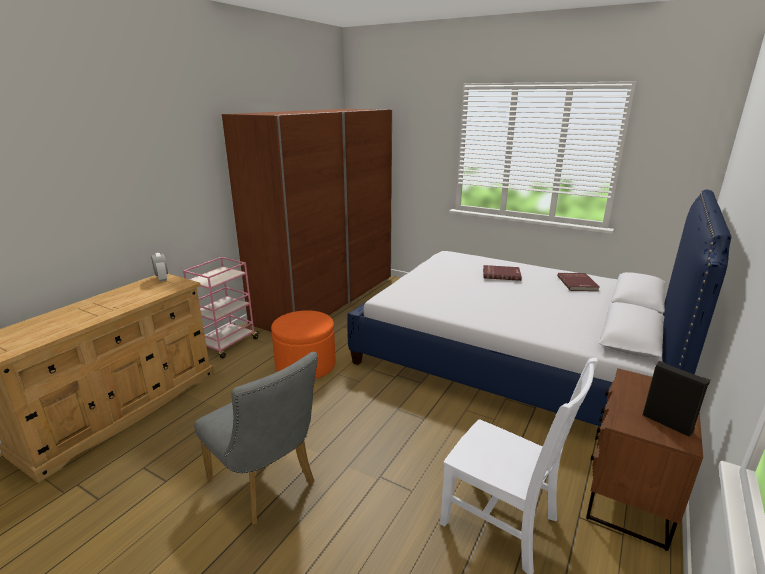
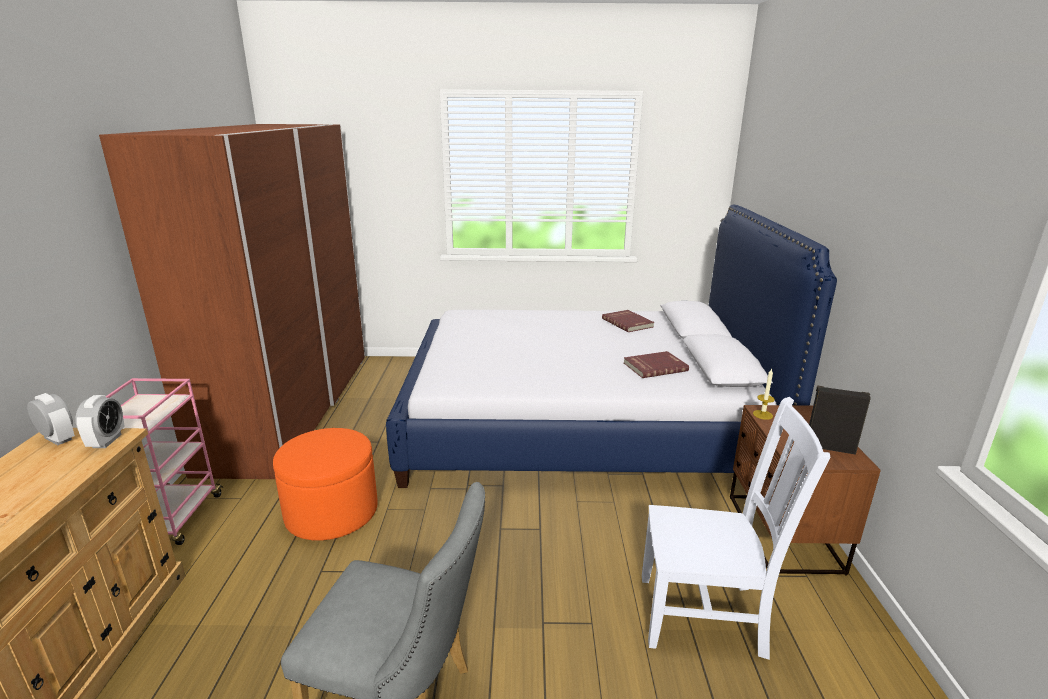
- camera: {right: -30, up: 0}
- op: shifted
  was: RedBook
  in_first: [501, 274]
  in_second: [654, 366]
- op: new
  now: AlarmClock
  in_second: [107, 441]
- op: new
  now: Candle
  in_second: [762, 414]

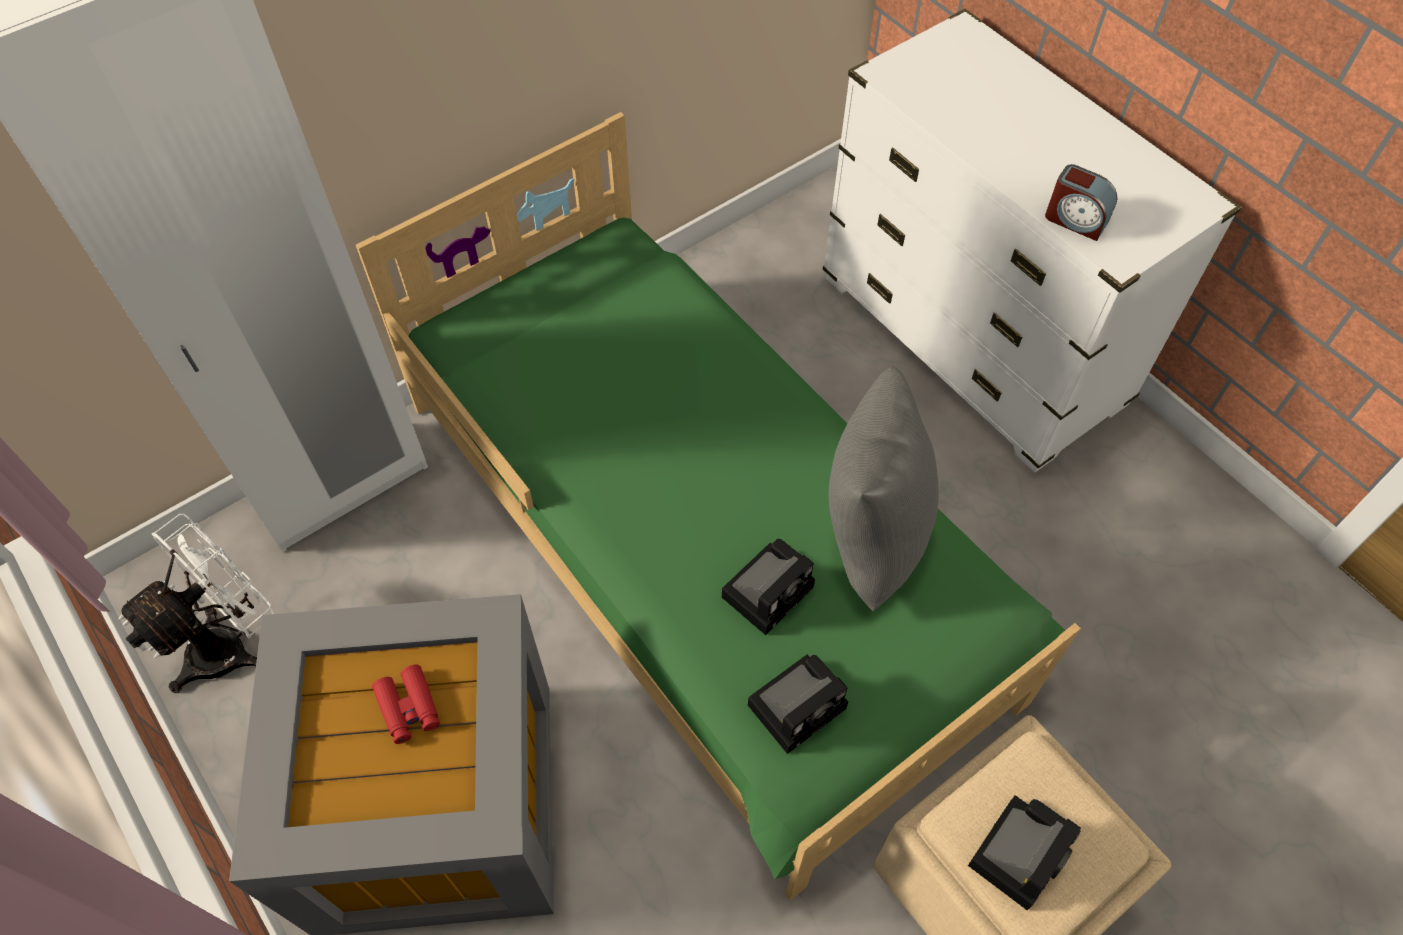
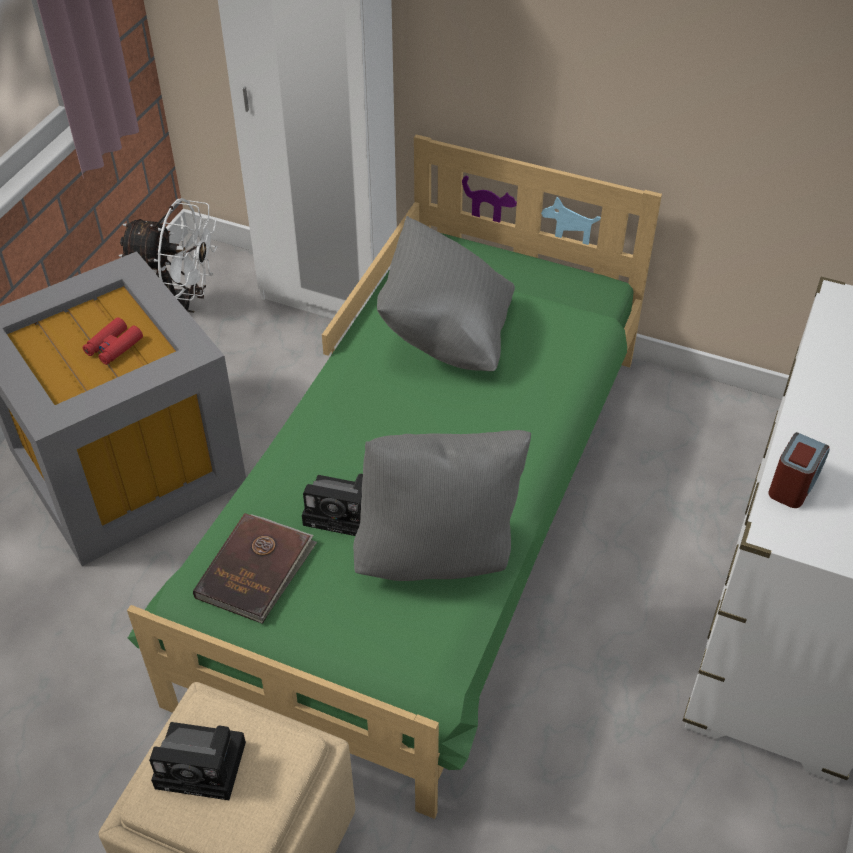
- camera: {right: 60, up: -10}
- op: swapped
  was: PhotoCamera
  now: BrownBook
  in_first: [799, 703]
  in_second: [256, 570]
- op: rotated
  was: AlarmClock
  in_first: [1075, 220]
  in_second: [793, 483]
  clockwise: -150
- op: new
  now: GreyPillow
  in_second: [446, 335]

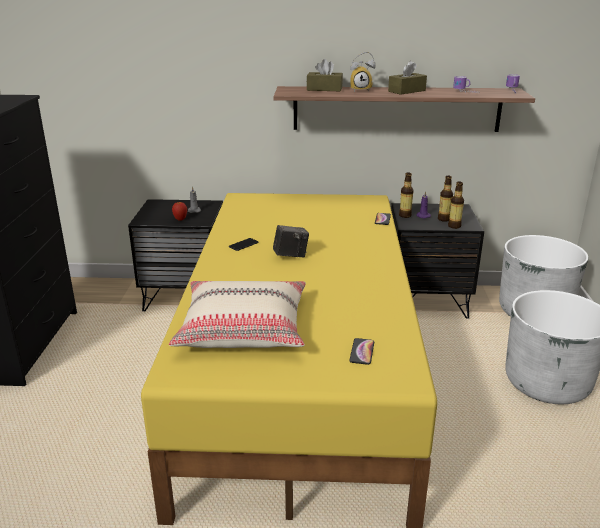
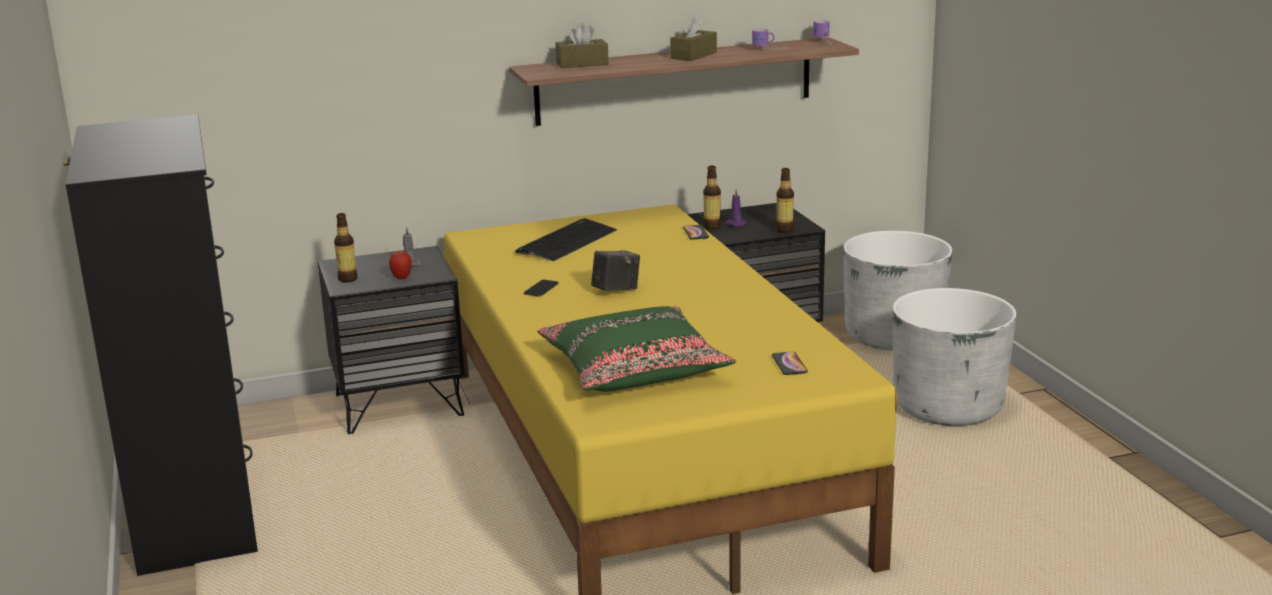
- camera: {right: -20, up: -5}
- op: repainted
  was: BeigePillow
  now: GreenPillow
  in_first: [244, 328]
  in_second: [634, 368]
- op: gone
  was: AlarmClock
  in_first: [361, 90]
- op: shifted
  was: Bottle
  in_first: [443, 219]
  in_second: [348, 279]
- op: new
  now: Keyboard
  in_second: [567, 242]

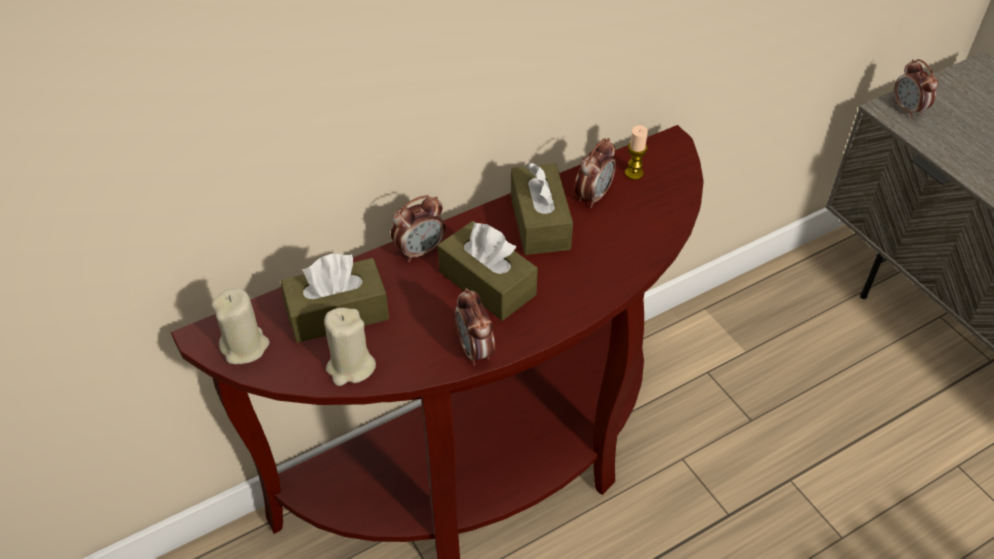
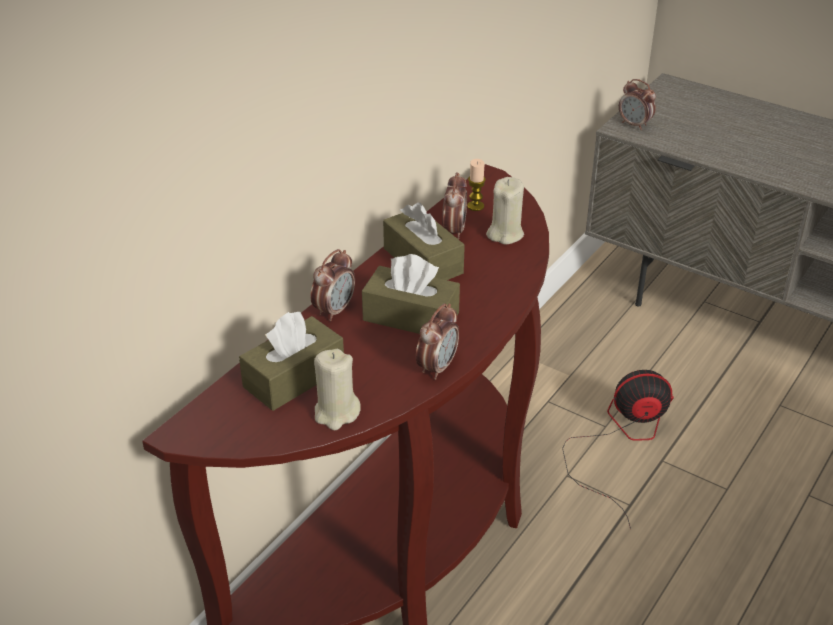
- camera: {right: -25, up: -10}
- op: shifted
  was: BeigeCandle
  in_first: [245, 347]
  in_second: [505, 234]
- op: rotated
  was: AlarmClock
  in_first: [475, 350]
  in_second: [437, 367]
  clockwise: -105
- op: new
  now: Fan
  in_second: [621, 442]

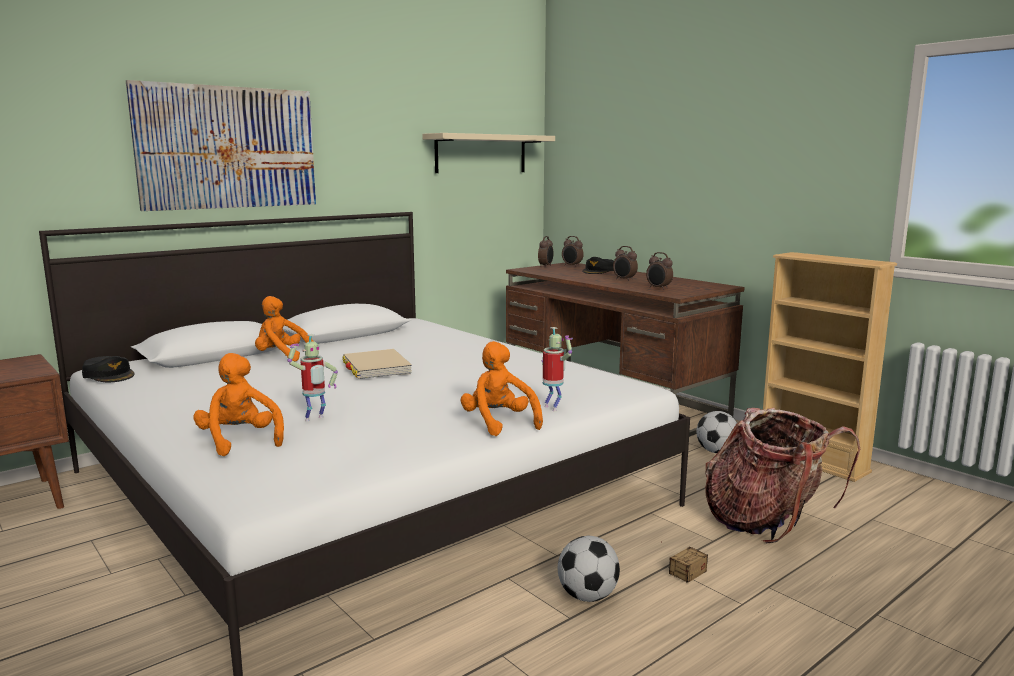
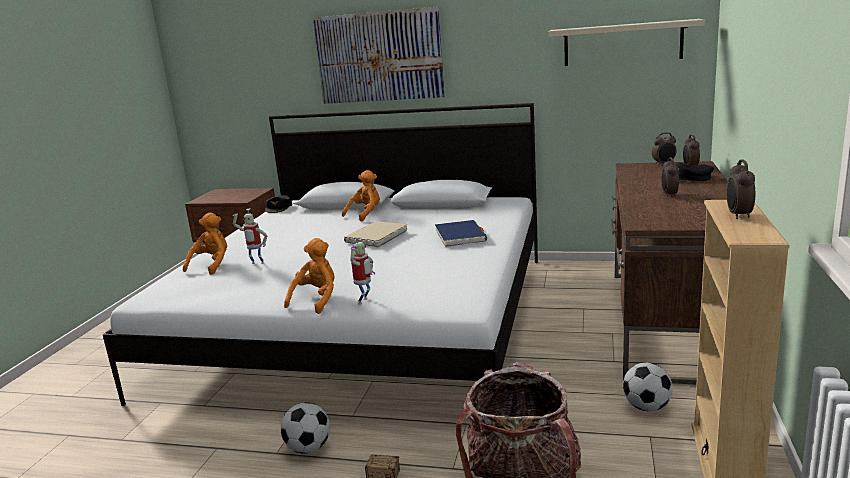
- camera: {right: 55, up: 5}
- op: rotated
  was: OrangePlushToy
  in_first: [282, 356]
  in_second: [365, 214]
  clockwise: 60
- op: shifted
  was: AlarmClock
  in_first: [658, 288]
  in_second: [738, 215]
- op: new
  now: BlueBook
  in_second: [460, 236]

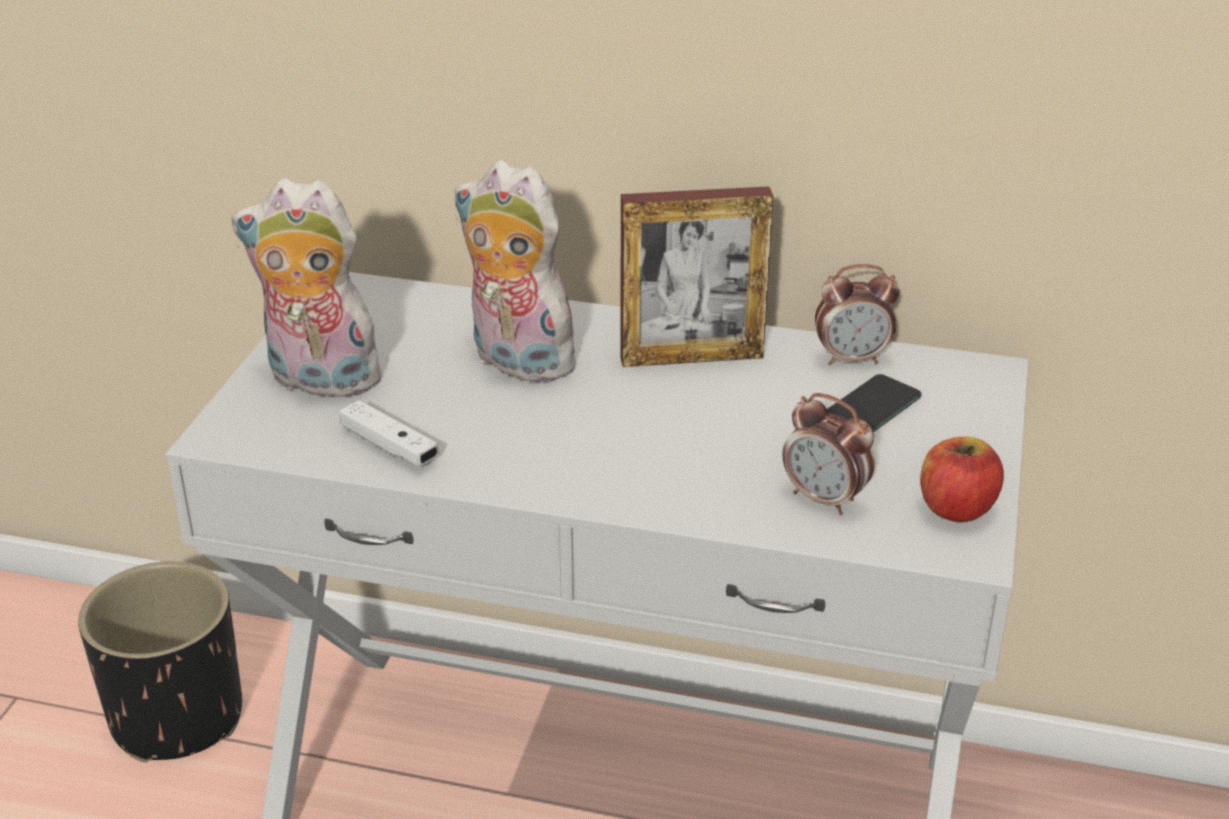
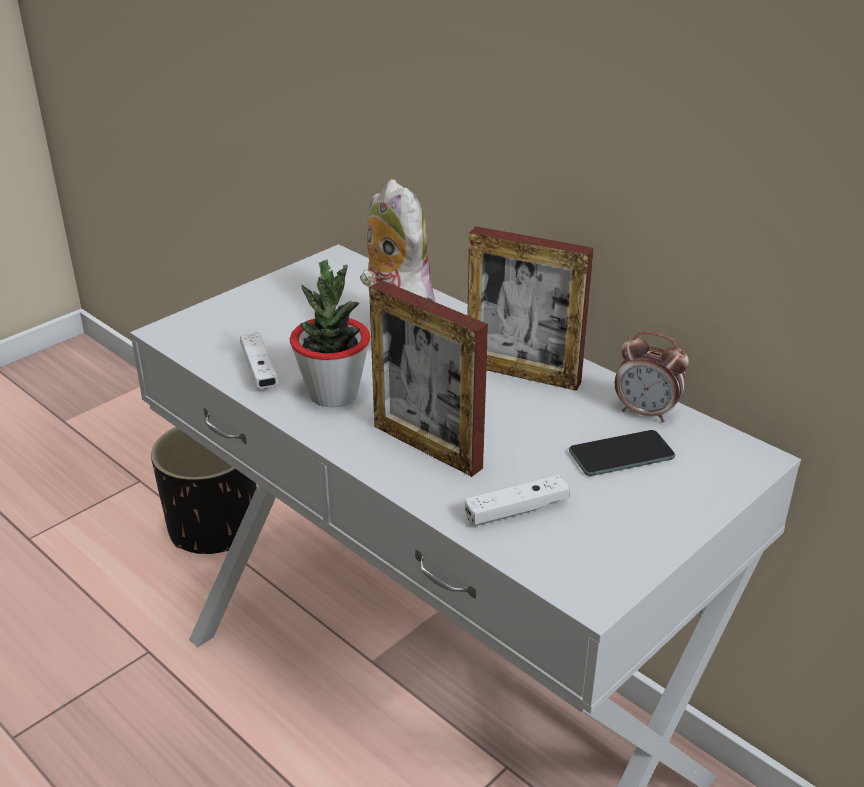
- camera: {right: 30, up: 0}
- op: gone
  was: PlushToy
  in_first: [318, 381]
- op: swapped
  was: AlarmClock
  now: WhiteGameController
  in_first: [825, 499]
  in_second: [516, 510]
- op: gone
  was: Apple
  in_first: [956, 508]
- op: new
  now: PottedPlant
  in_second: [333, 394]
- op: new
  now: PictureFrame
  in_second: [427, 447]

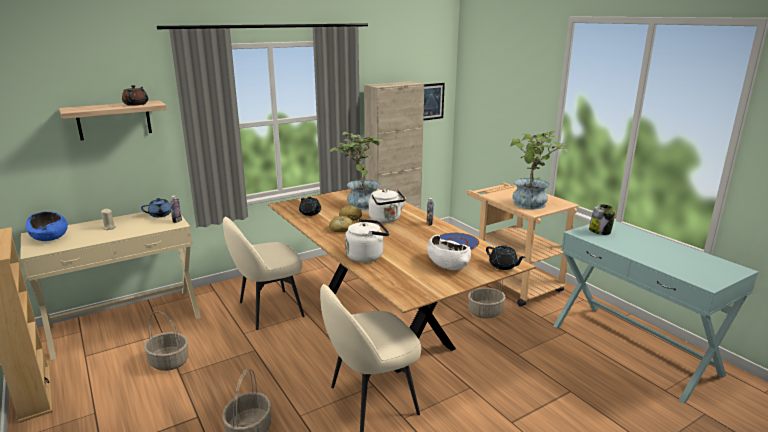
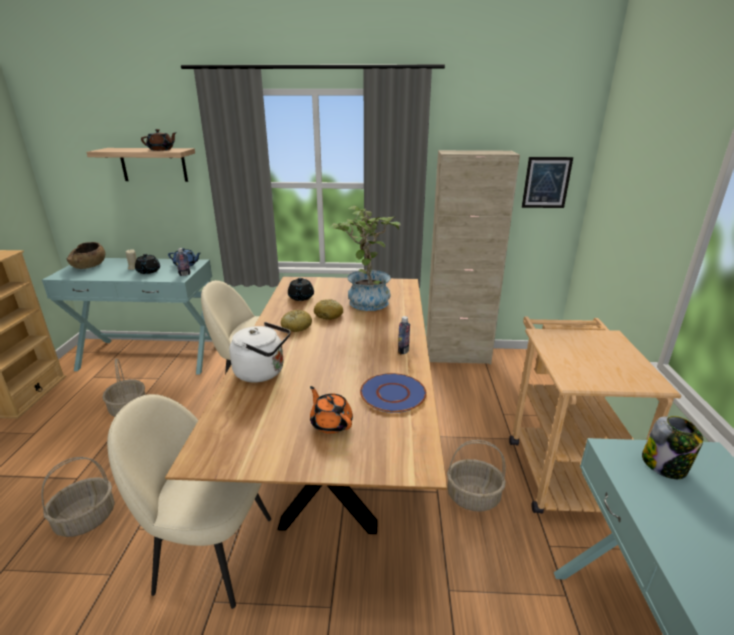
- camera: {right: 35, up: 5}
- op: repainted
  was: BeigeConsoleTable
  now: TurquoiseConsoleTable
  in_first: [125, 321]
  in_second: [151, 356]
- op: repainted
  was: BlueBowl
  now: BrownBowl
  in_first: [50, 237]
  in_second: [89, 265]
- op: gone
  was: WhiteKettle
  in_first: [386, 220]
- op: swapped
  was: WhiteBowl
  now: OrangeTeapot
  in_first: [447, 263]
  in_second: [331, 423]
- op: shifted
  was: BlackTeapot
  in_first: [503, 266]
  in_second: [148, 271]
- op: gone
  was: PottedPlant
  in_first: [530, 205]

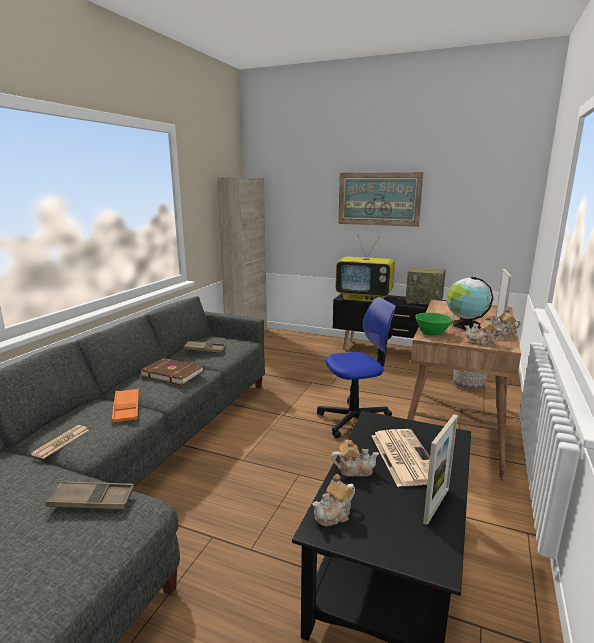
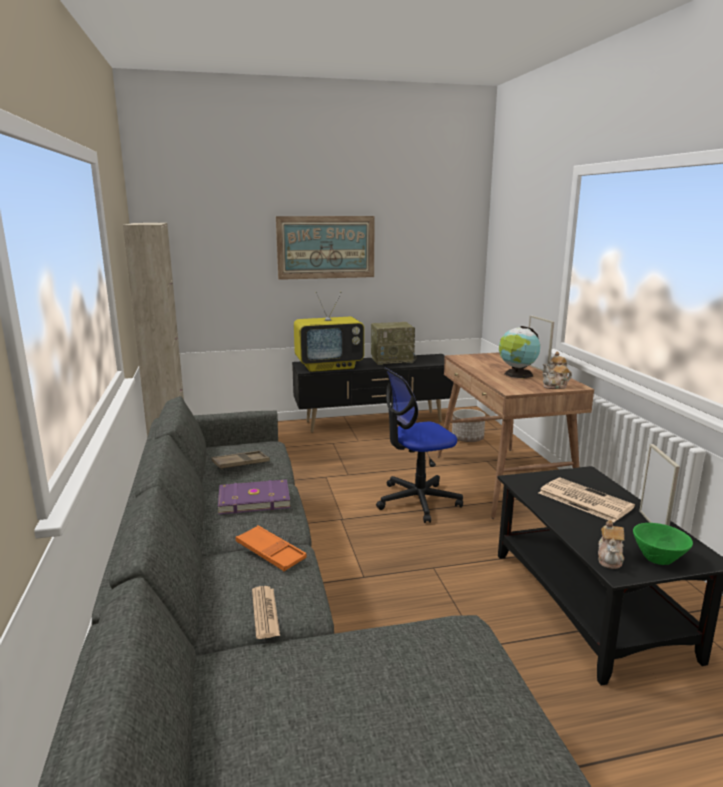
- camera: {right: -35, up: 0}
- op: gone
  was: BrownTray
  in_first: [92, 500]
- op: repainted
  was: BrownBook
  now: PurpleBook
  in_first: [173, 373]
  in_second: [253, 499]
- op: rotated
  was: OfficeChair
  in_first: [355, 421]
  in_second: [417, 501]
  clockwise: -150
- op: gone
  was: Teapot
  in_first: [354, 470]
- op: shifted
  was: GreenBowl
  in_first: [433, 333]
  in_second: [660, 558]

